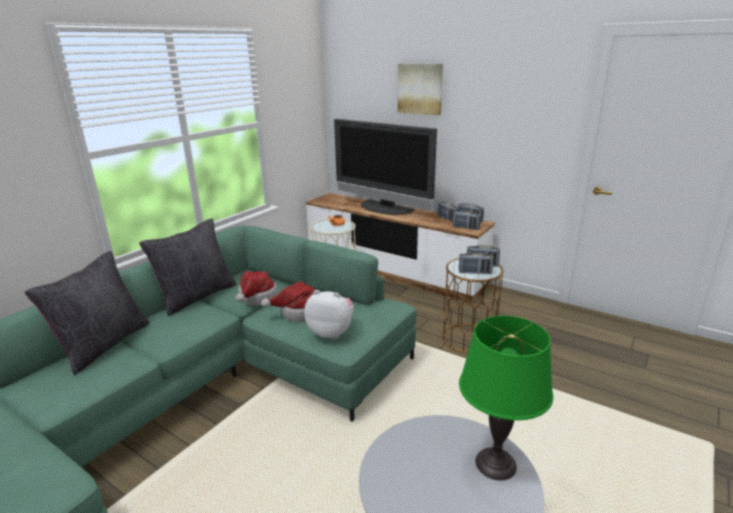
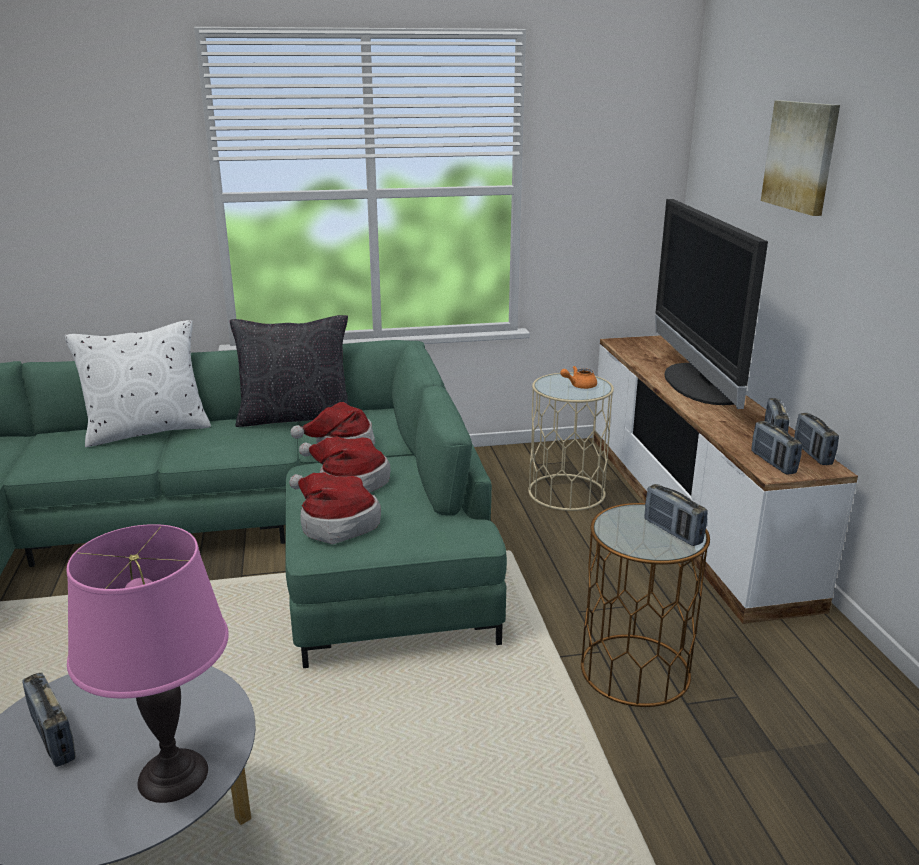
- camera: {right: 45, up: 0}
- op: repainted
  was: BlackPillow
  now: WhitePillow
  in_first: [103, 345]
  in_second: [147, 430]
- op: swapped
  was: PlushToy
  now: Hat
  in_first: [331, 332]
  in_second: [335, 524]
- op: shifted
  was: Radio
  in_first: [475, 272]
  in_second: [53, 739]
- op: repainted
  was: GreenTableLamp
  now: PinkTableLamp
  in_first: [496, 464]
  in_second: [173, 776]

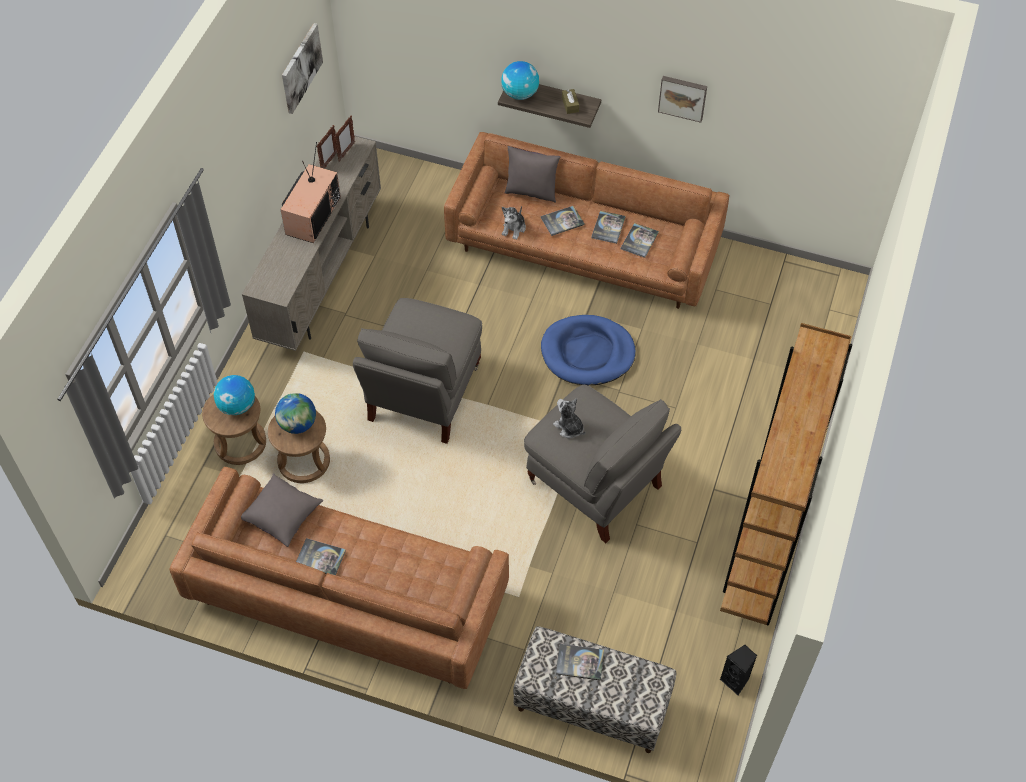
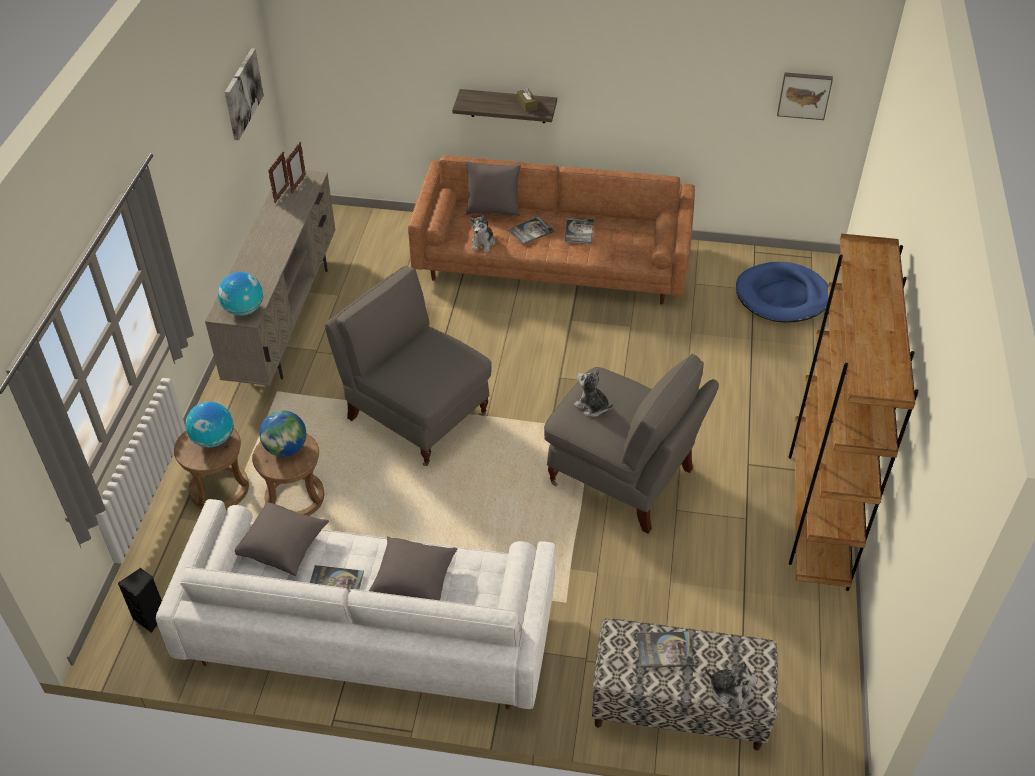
- camera: {right: -10, up: -10}
- op: repainted
  was: BrownSofa
  now: WhiteSofa
  in_first: [347, 596]
  in_second: [369, 632]
- op: gone
  was: Television
  in_first: [312, 215]
- op: rotated
  was: GreyArmchair
  in_first: [423, 395]
  in_second: [416, 416]
  clockwise: 120
- op: shifted
  was: Globe
  in_first: [520, 94]
  in_second: [244, 310]
- op: shifted
  was: BlueDogBed
  in_first: [587, 353]
  in_second: [782, 296]
- op: gone
  was: Book
  in_first: [639, 241]
- op: shifted
  was: Picture
  in_first: [683, 97]
  in_second: [804, 95]
- op: shifted
  was: BlackSpeaker
  in_first: [736, 680]
  in_second: [151, 618]
- op: new
  now: GreyPillow
  in_second: [414, 580]
- op: new
  now: PlushToy
  in_second: [729, 690]

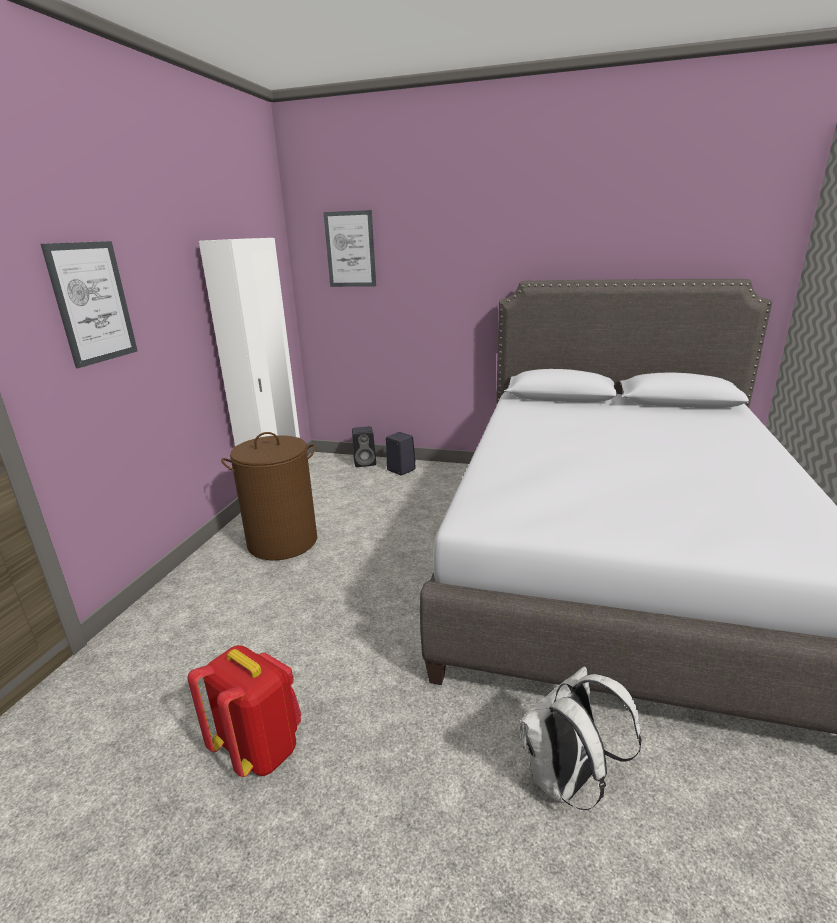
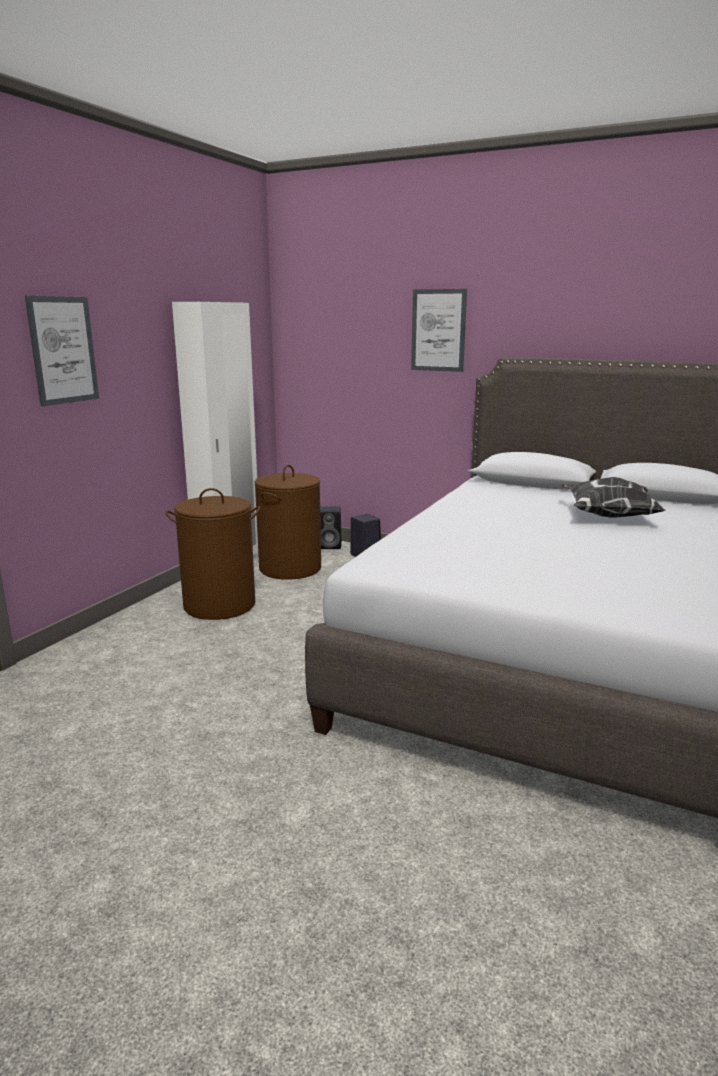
- camera: {right: 10, up: -5}
- op: gone
  was: RedBackpack
  in_first: [260, 748]
- op: shifted
  was: Picture
  in_first: [350, 249]
  in_second: [438, 330]
- op: gone
  was: WhiteBackpack
  in_first: [567, 781]
- op: new
  now: BrownLaundryBasket
  in_second: [290, 568]
- op: new
  now: Pillow
  in_second: [607, 516]

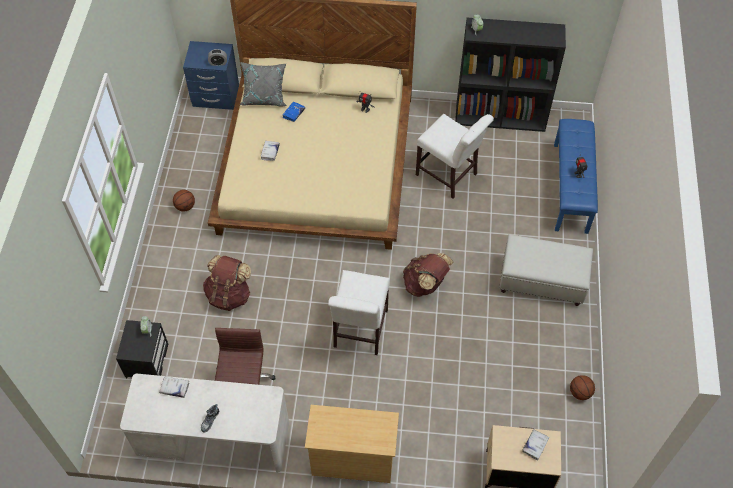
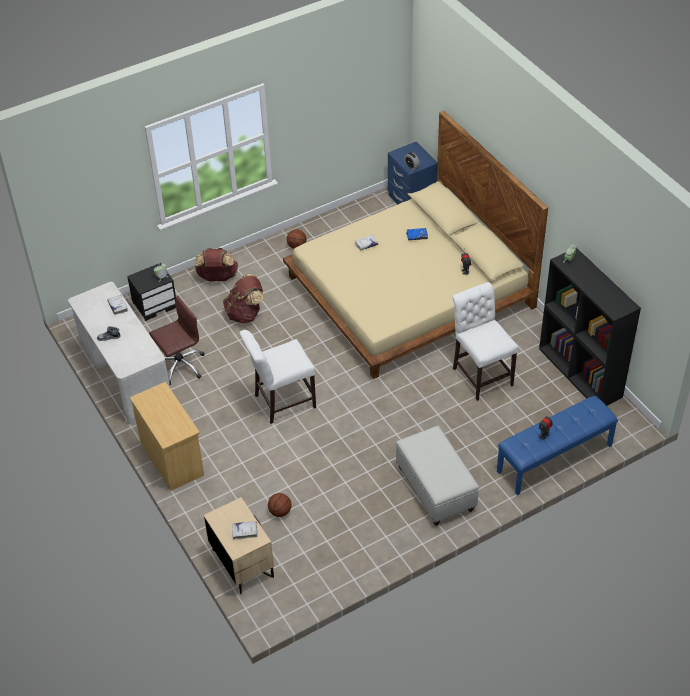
- camera: {right: 55, up: -10}
- op: gone
  was: GreyPillow
  in_first: [264, 97]
- op: shifted
  was: BrownBackpack
  in_first: [425, 284]
  in_second: [217, 278]
- op: rotated
  was: WhiteChair
  in_first: [449, 176]
  in_second: [481, 374]
  clockwise: 150
- op: shifted
  was: Basketball
  in_first: [580, 392]
  in_second: [280, 512]

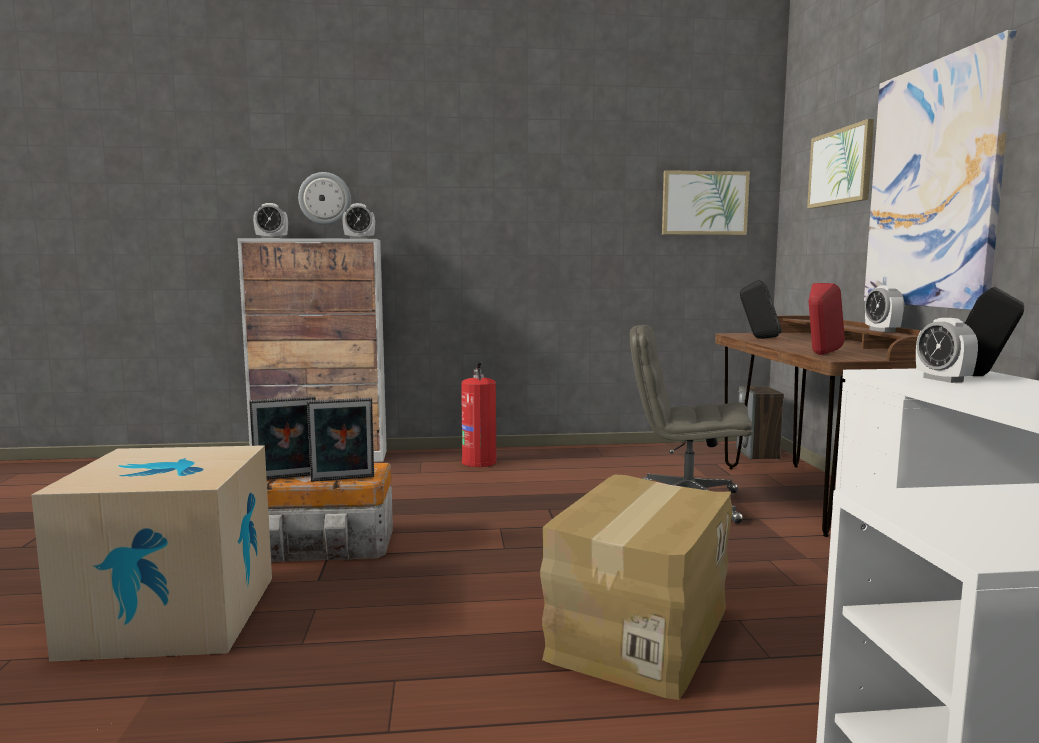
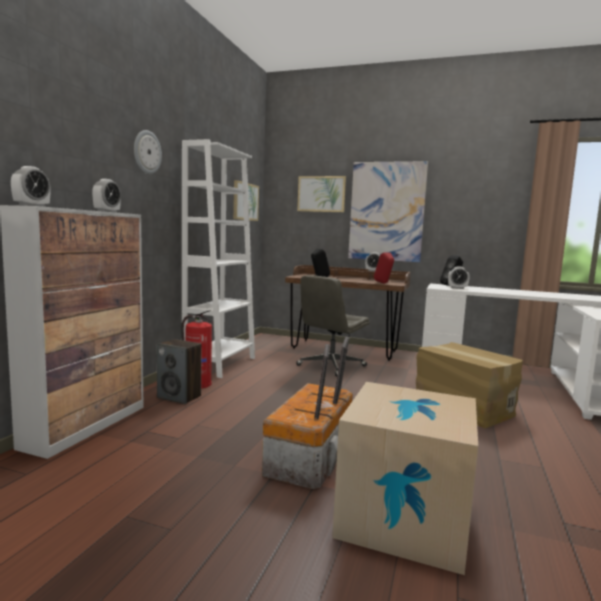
- camera: {right: -65, up: 0}
- op: shifted
  was: WallClock
  in_first: [325, 198]
  in_second: [146, 152]
- op: shifted
  was: Speaker
  in_first: [758, 454]
  in_second: [179, 397]
- op: new
  now: WhiteBookcase
  in_second: [220, 364]

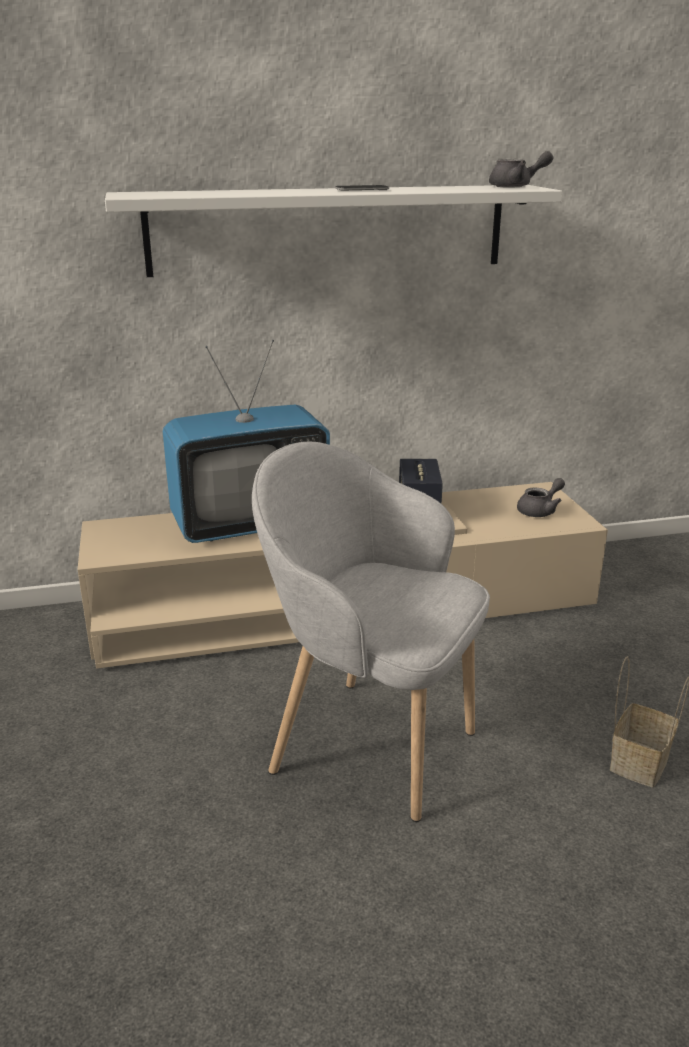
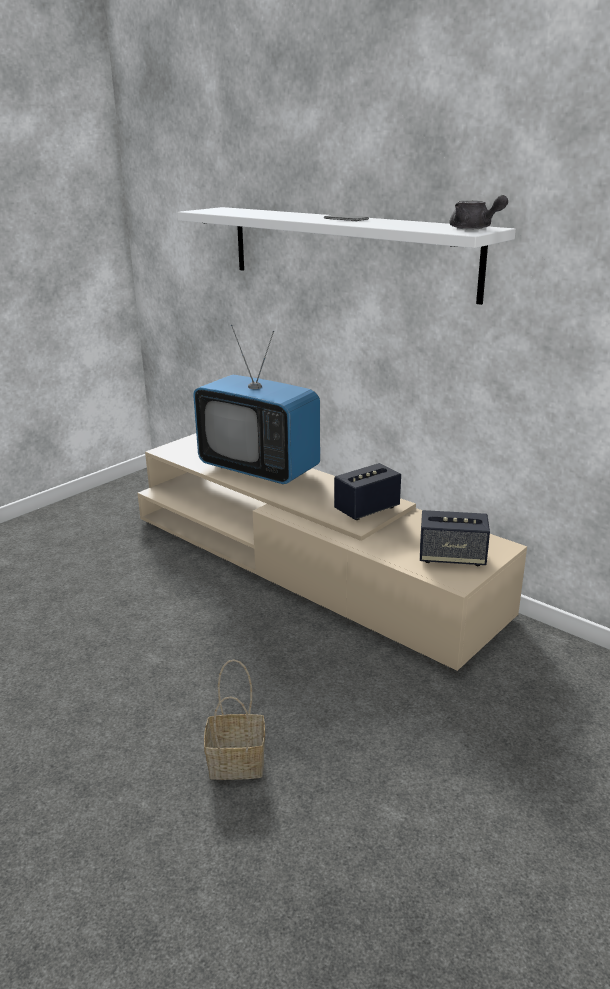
- camera: {right: 55, up: 0}
- op: gone
  was: GreyArmchair
  in_first: [369, 745]
- op: swapped
  was: GreyTeapot
  now: Speaker
  in_first: [540, 511]
  in_second: [452, 557]

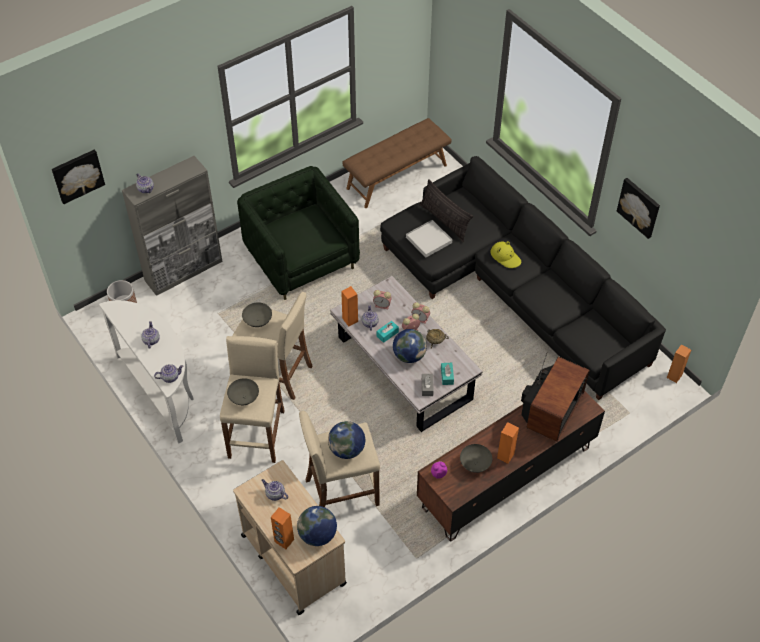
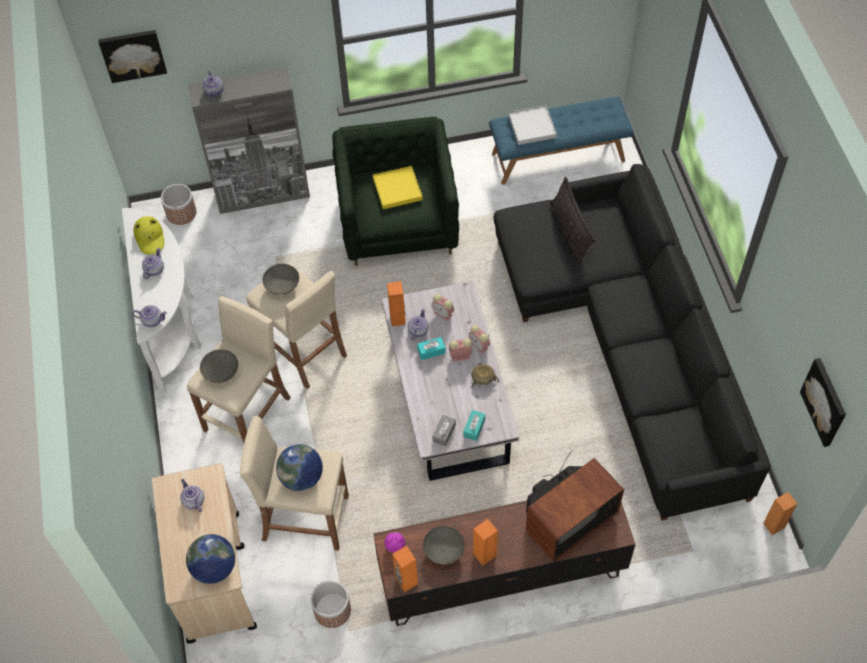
- camera: {right: 25, up: 5}
- op: shifted
  was: OrangeSpeaker
  in_first: [284, 541]
  in_second: [406, 581]
- op: repainted
  was: BrownBench
  now: BlueBench
  in_first: [396, 176]
  in_second: [558, 156]
- op: gone
  was: Globe
  in_first: [409, 355]
- op: shifted
  was: WhiteTray
  in_first: [428, 240]
  in_second: [532, 127]
- op: shifted
  was: YellowHat
  in_first: [505, 257]
  in_second: [150, 237]
- op: shifted
  was: Picture
  in_first: [639, 207]
  in_second: [825, 402]
- op: new
  now: Planter
  in_second: [332, 610]
- op: new
  now: YellowTray
  in_second: [397, 189]

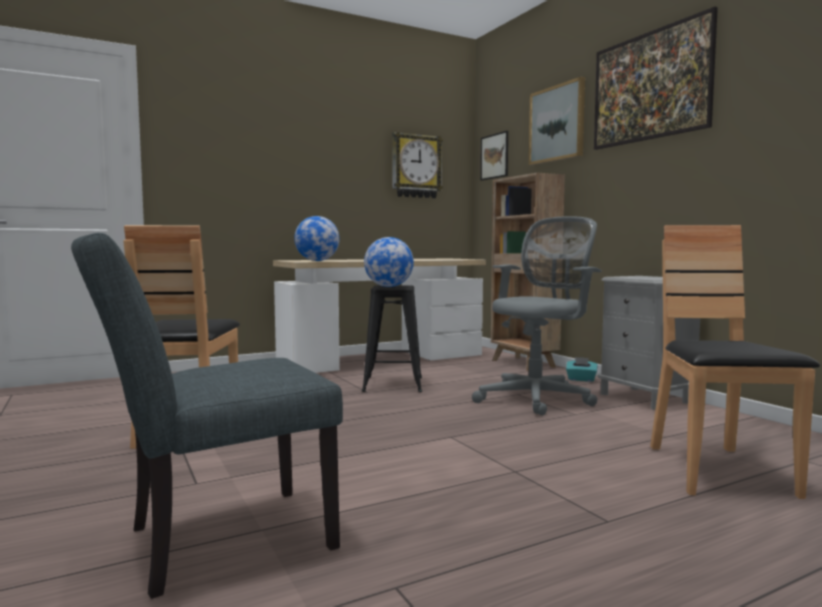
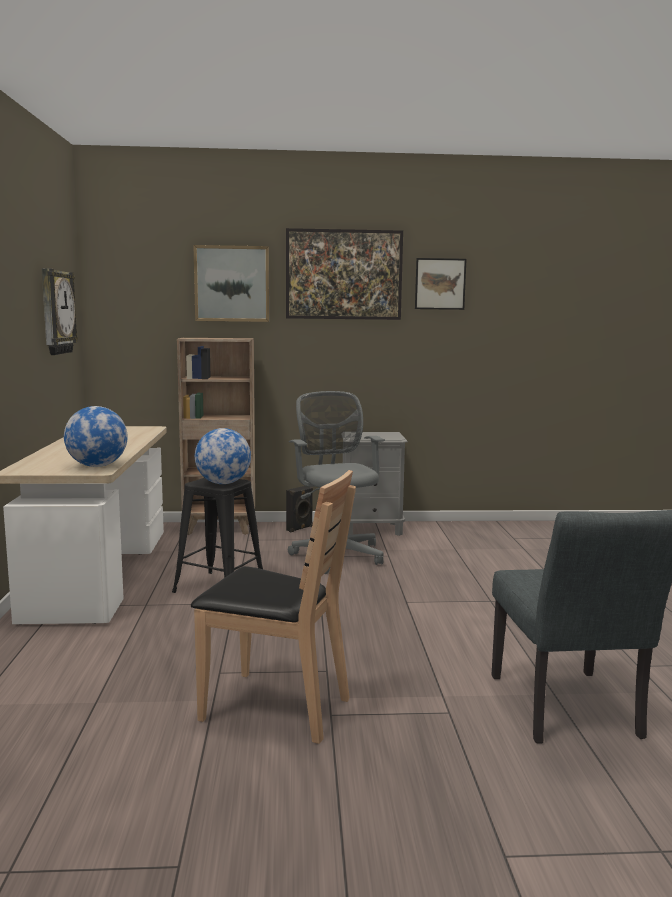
- camera: {right: -65, up: 5}
- op: shifted
  was: Picture
  in_first: [494, 156]
  in_second: [440, 284]
- op: swapped
  was: TurquoiseTissueBox
  now: BlackSpeaker
  in_first: [581, 379]
  in_second: [300, 528]
- op: gone
  was: BrownChair
  in_first: [716, 471]

